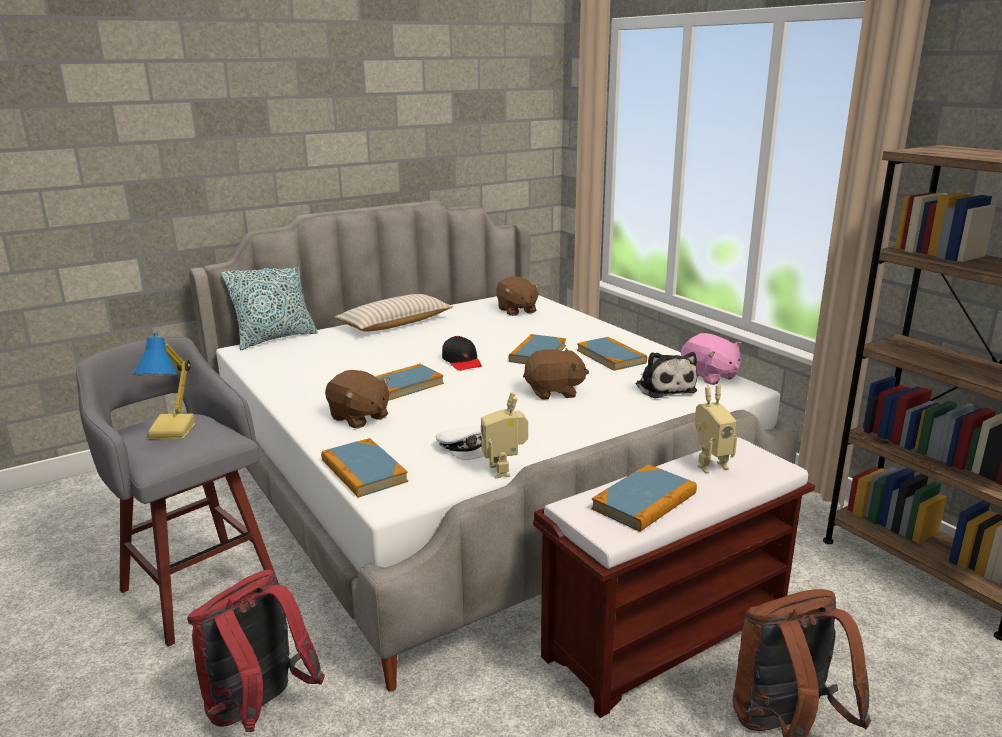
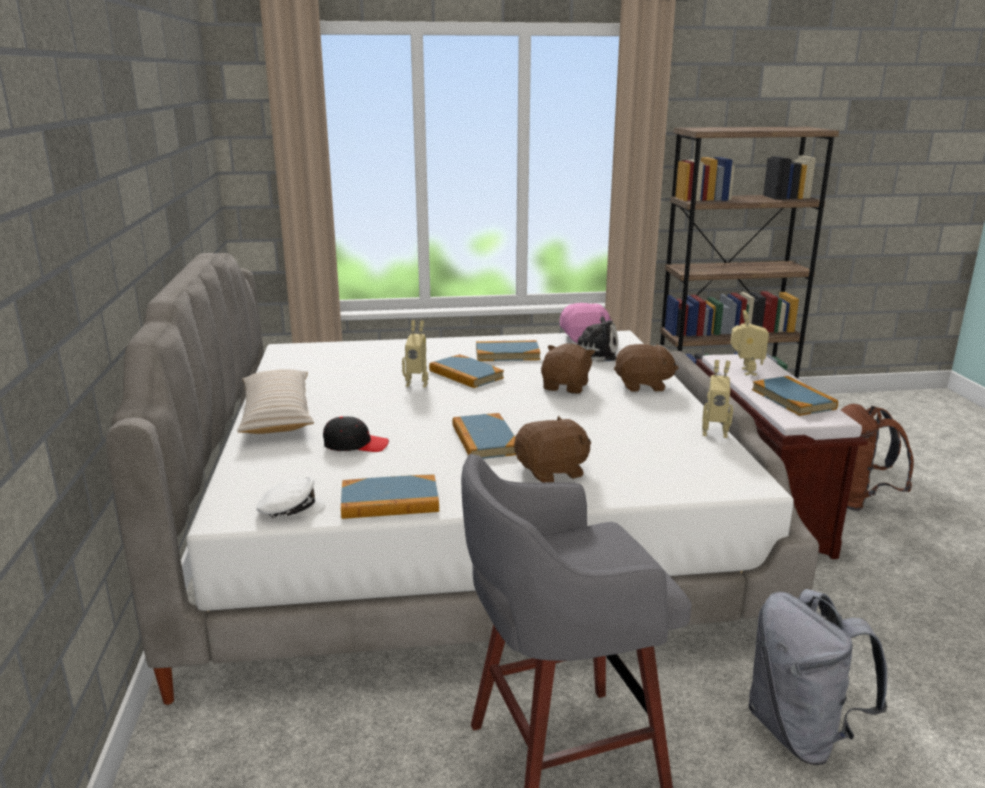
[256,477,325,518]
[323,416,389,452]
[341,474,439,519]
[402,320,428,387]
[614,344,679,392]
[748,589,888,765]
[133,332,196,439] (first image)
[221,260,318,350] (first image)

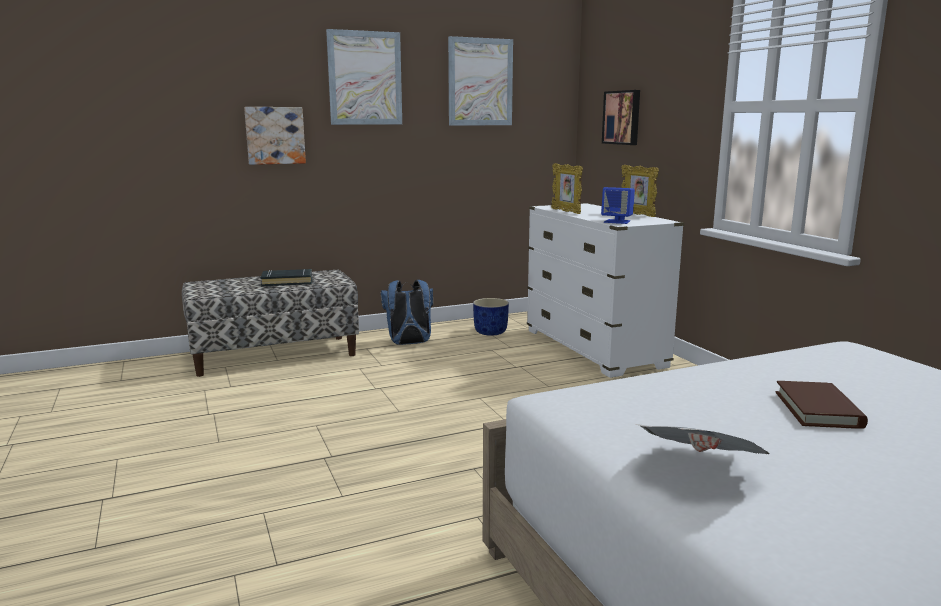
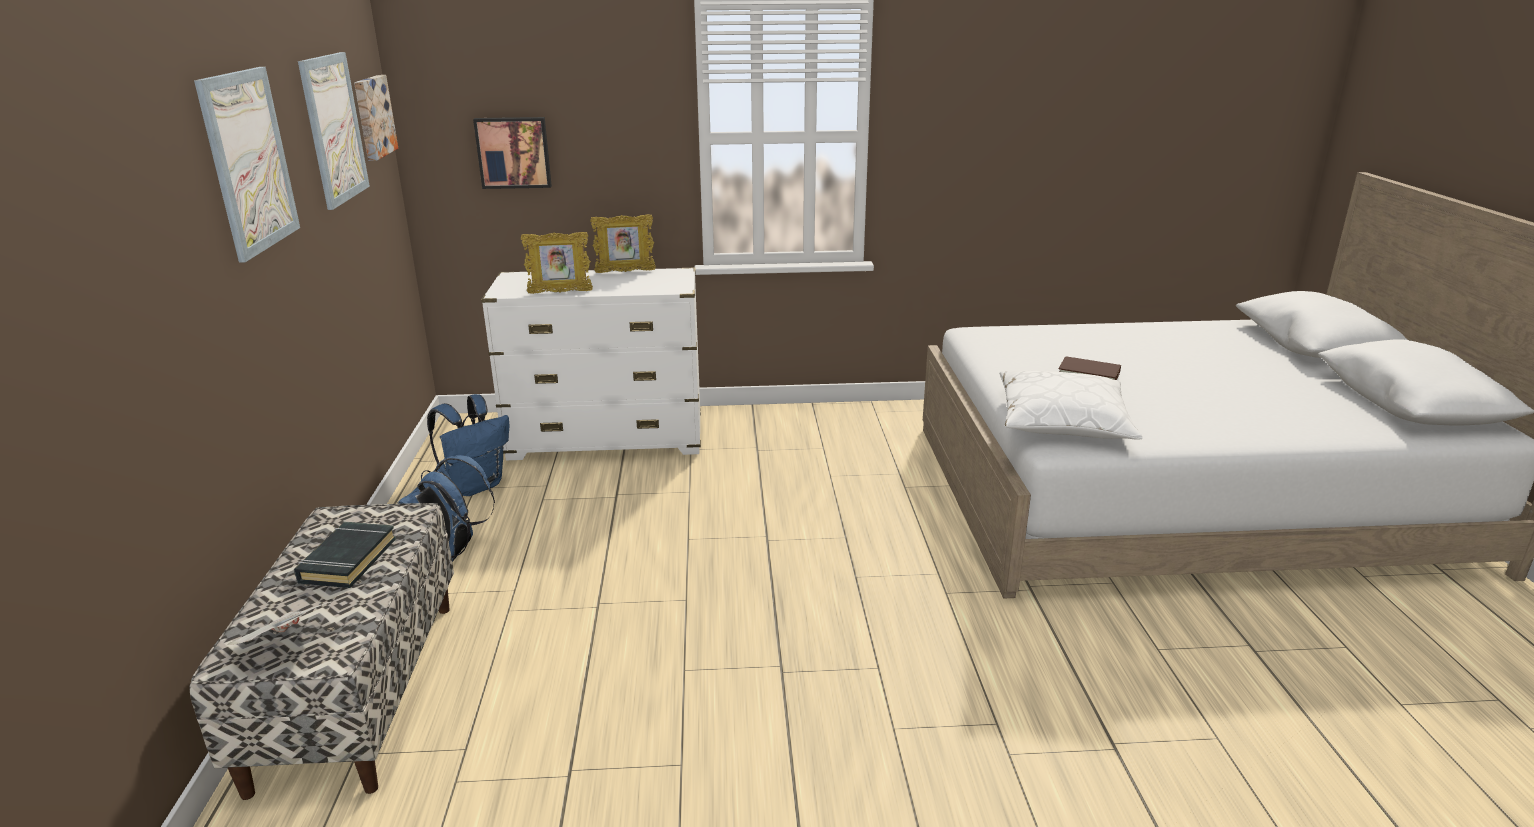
[227,601,333,645]
[354,75,398,161]
[427,394,509,496]
[1000,371,1142,440]
[601,187,635,224] (first image)

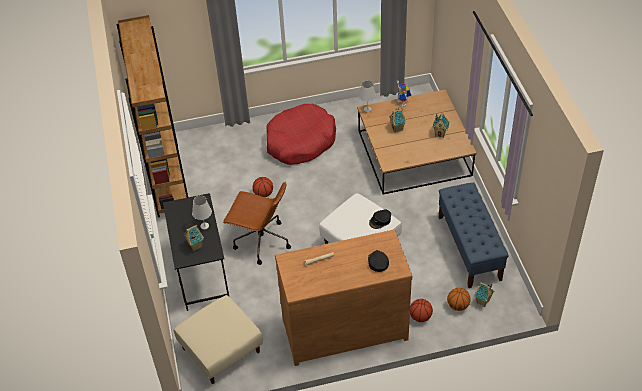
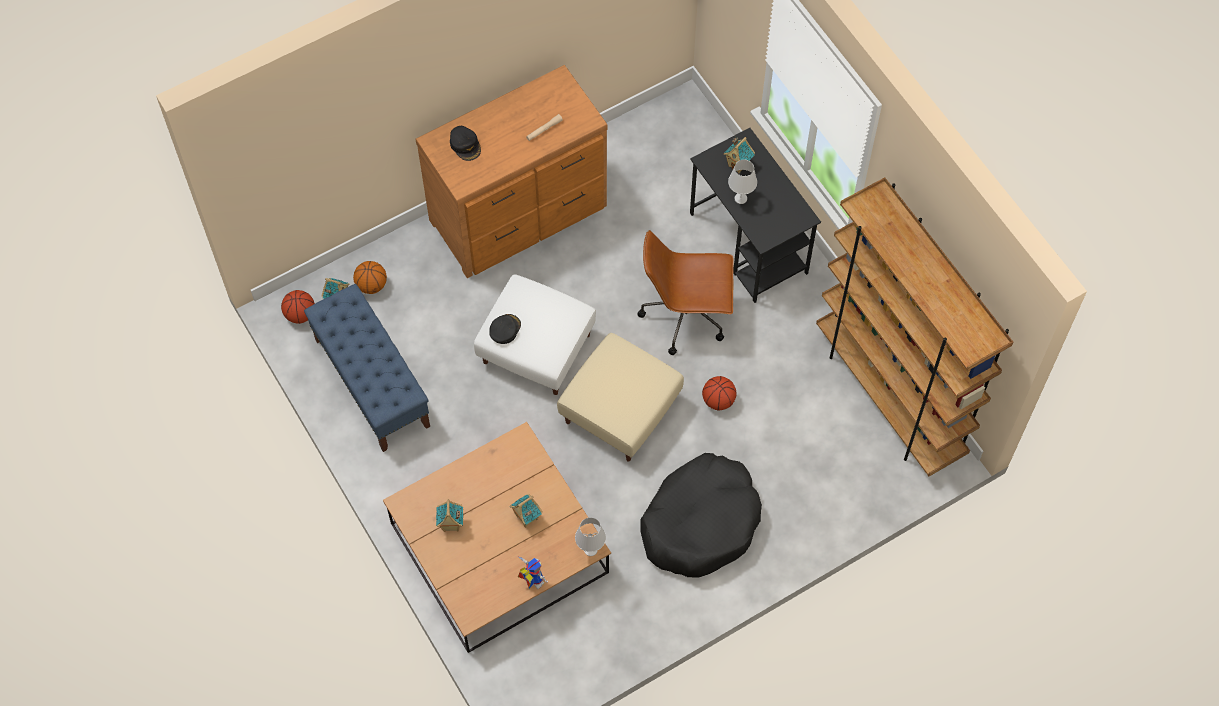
[281,290,315,324]
[557,333,684,462]
[640,453,762,578]

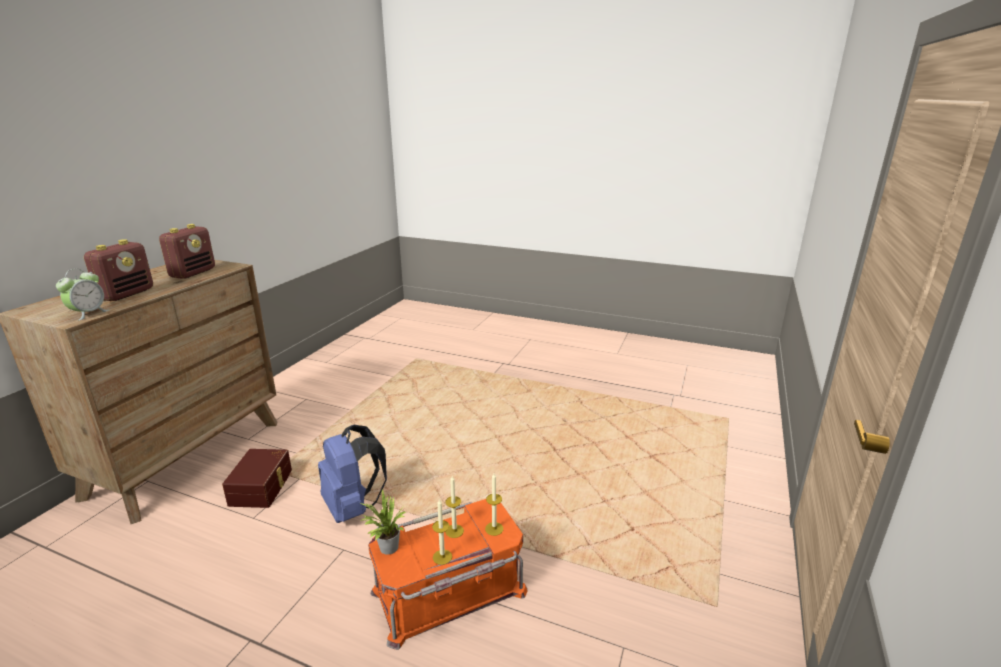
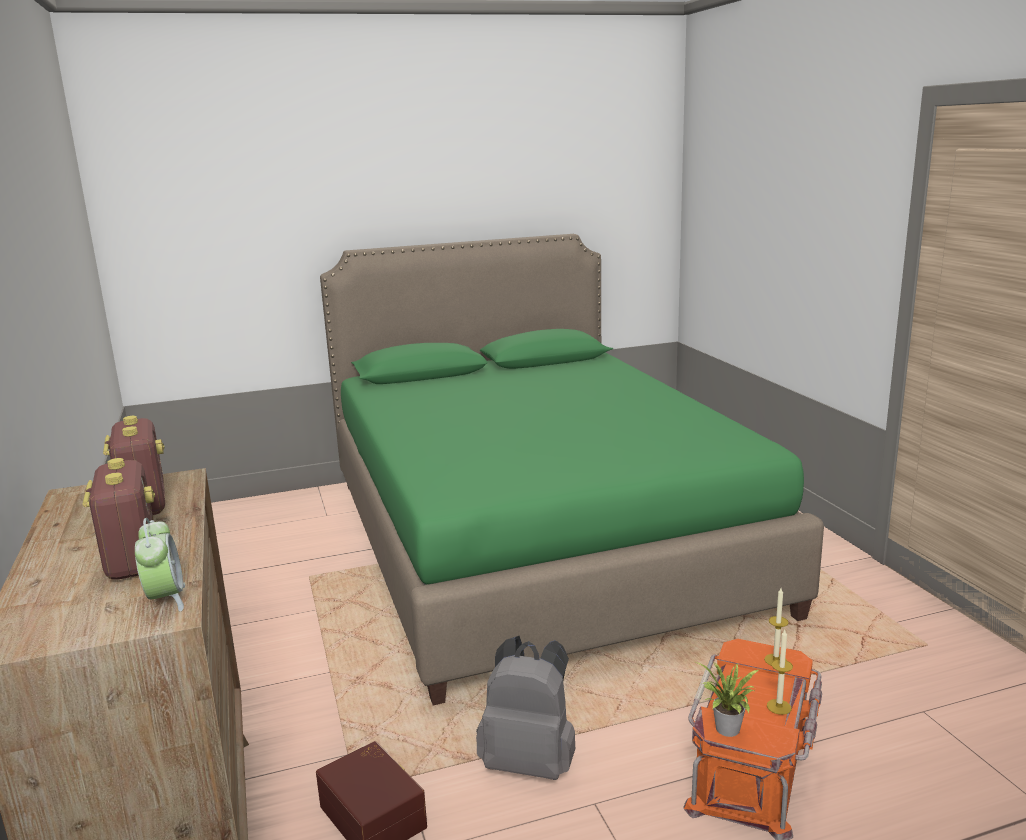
[320,234,824,705]
[476,636,575,780]
[445,476,464,538] (first image)

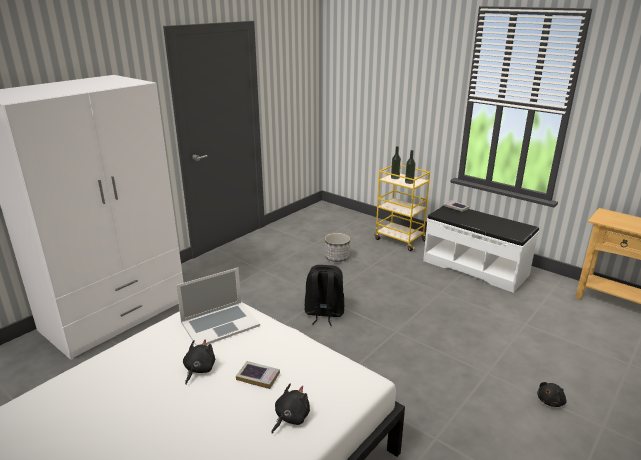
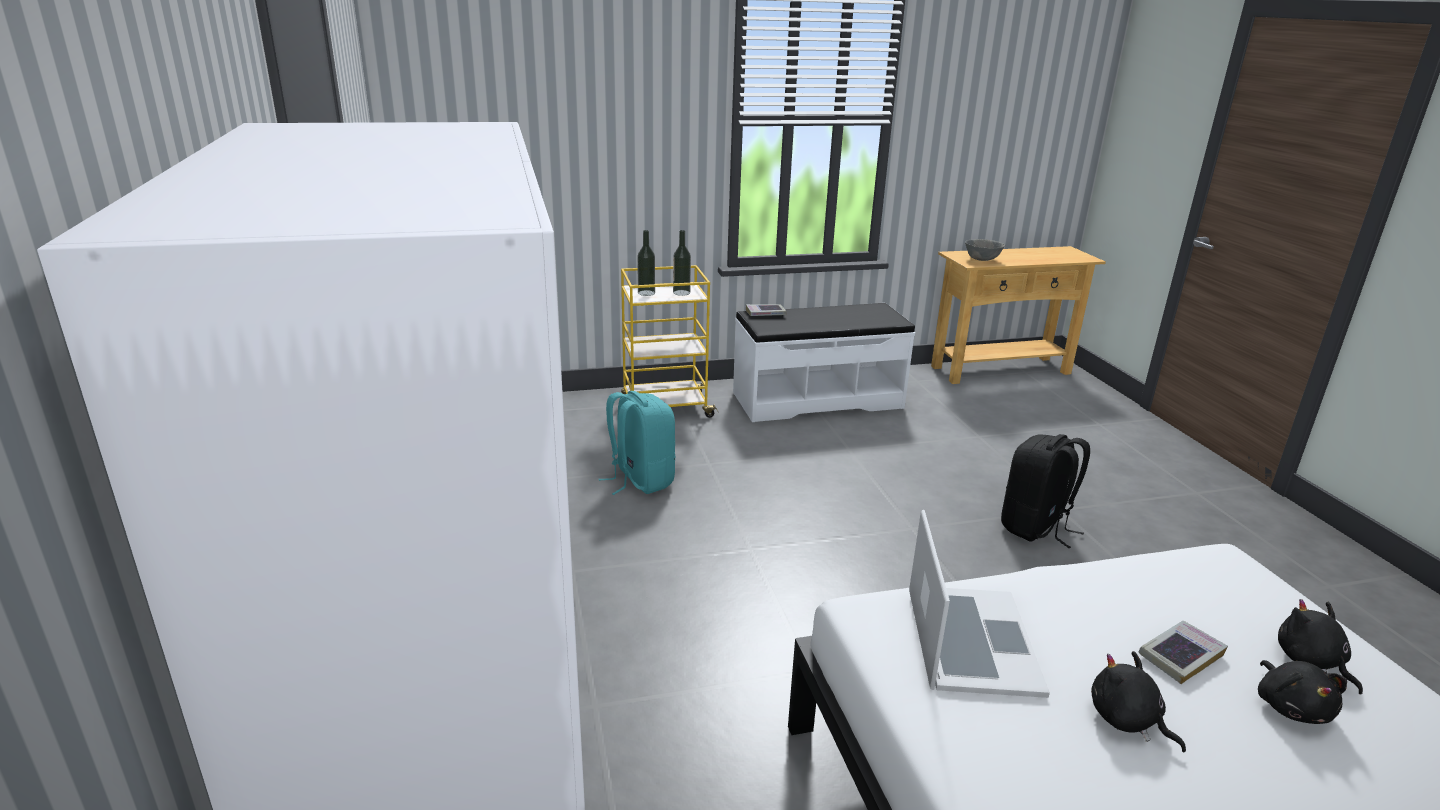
[599,391,675,495]
[965,239,1005,261]
[1001,434,1090,548]
[1258,660,1347,724]

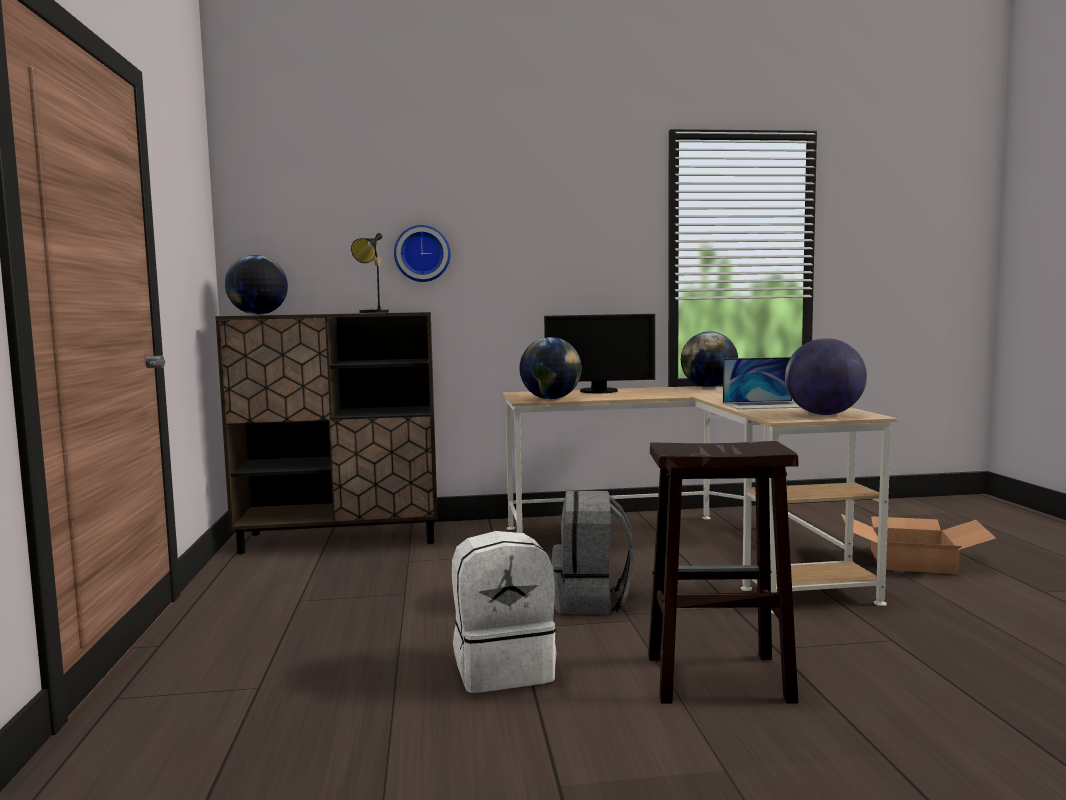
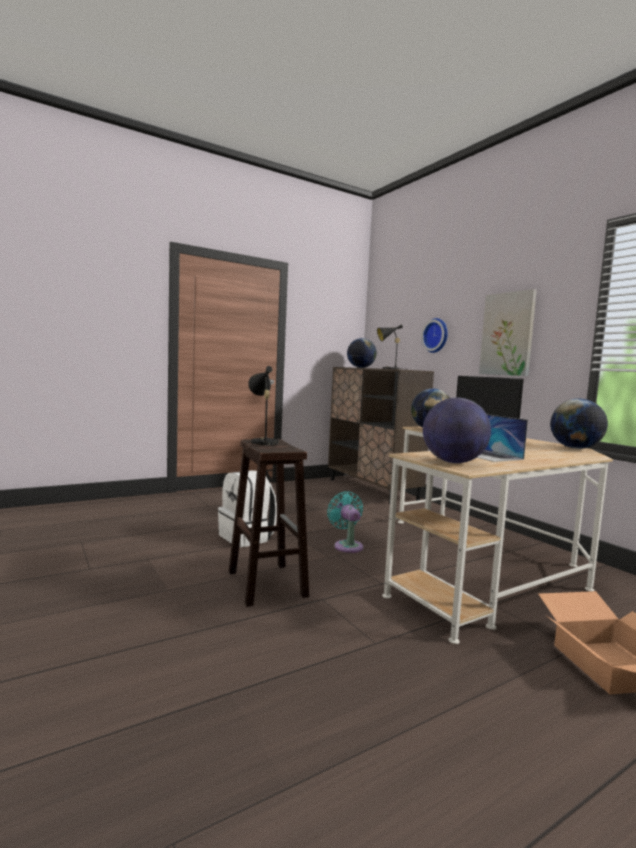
[248,366,279,447]
[327,491,363,553]
[479,289,537,376]

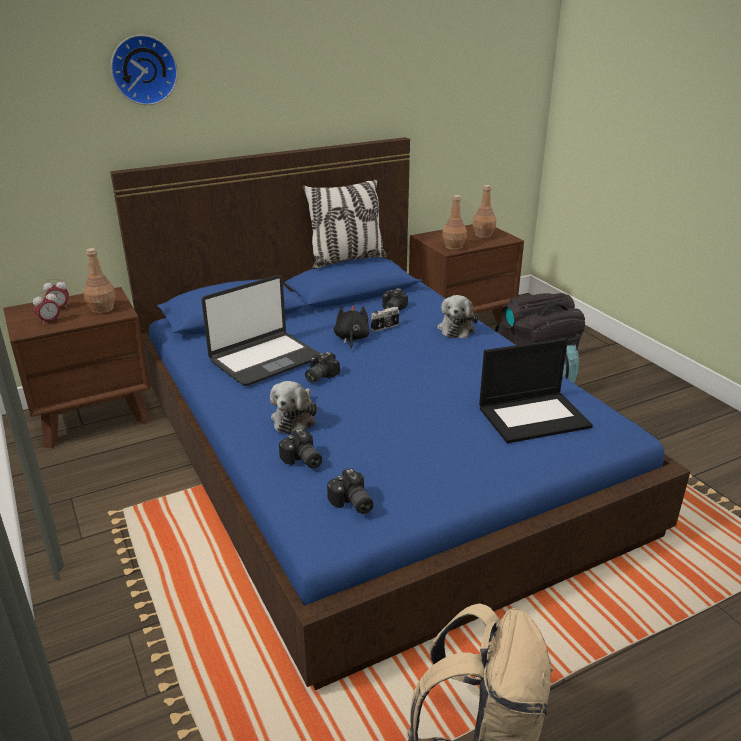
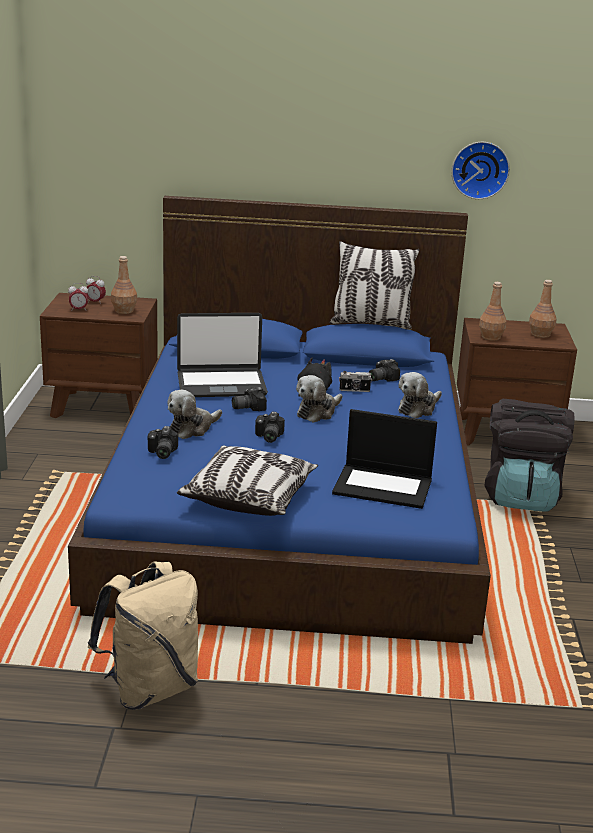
[177,445,318,516]
[255,412,285,443]
[296,375,342,422]
[451,142,510,199]

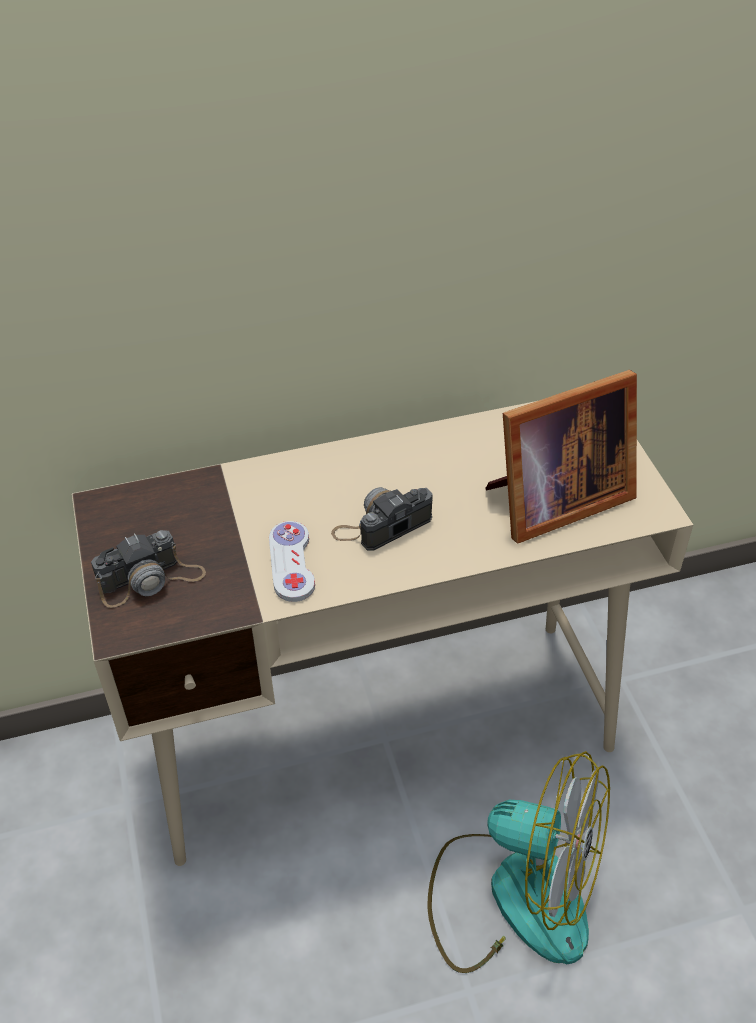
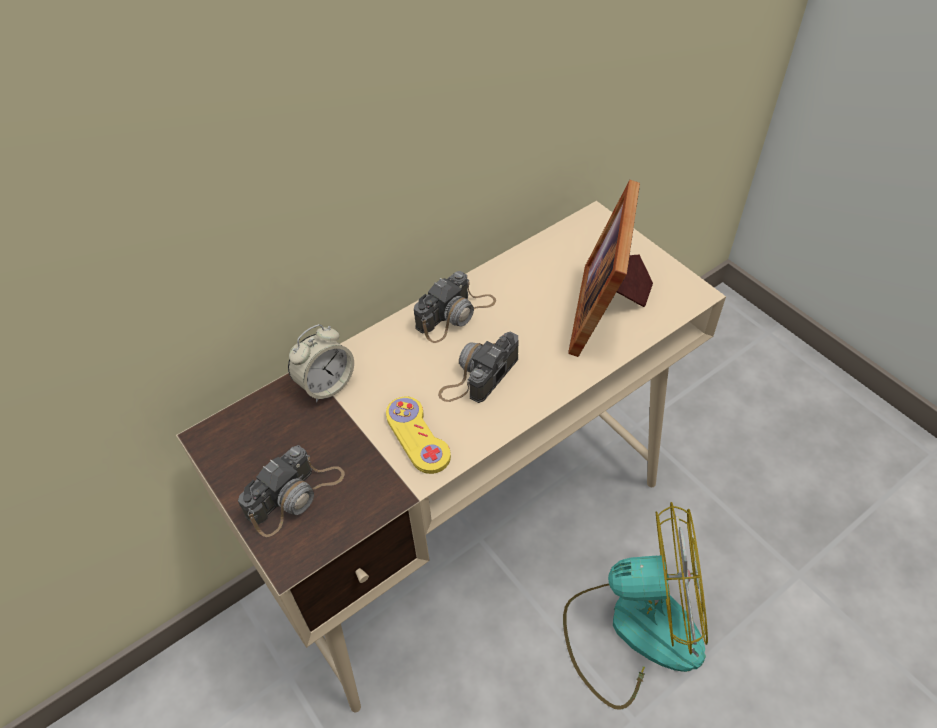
[288,324,354,403]
[386,397,451,474]
[414,271,496,343]
[568,180,653,357]

